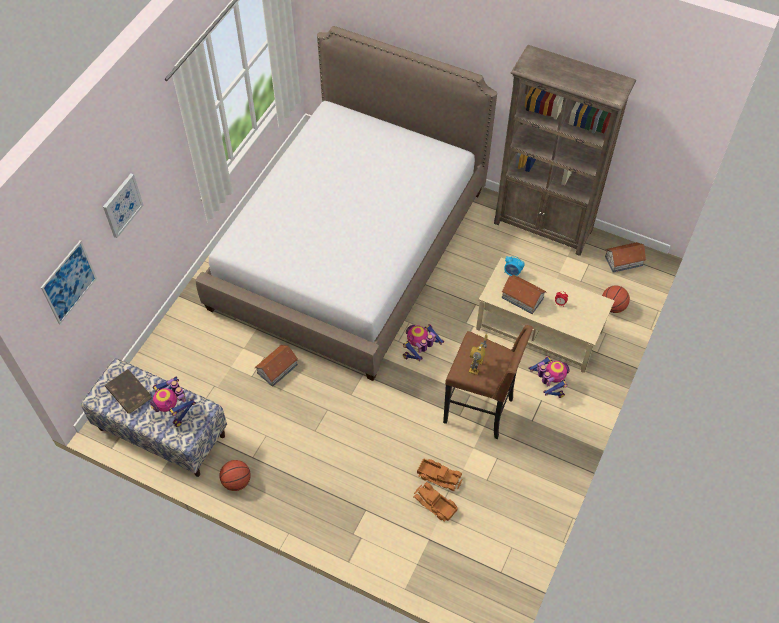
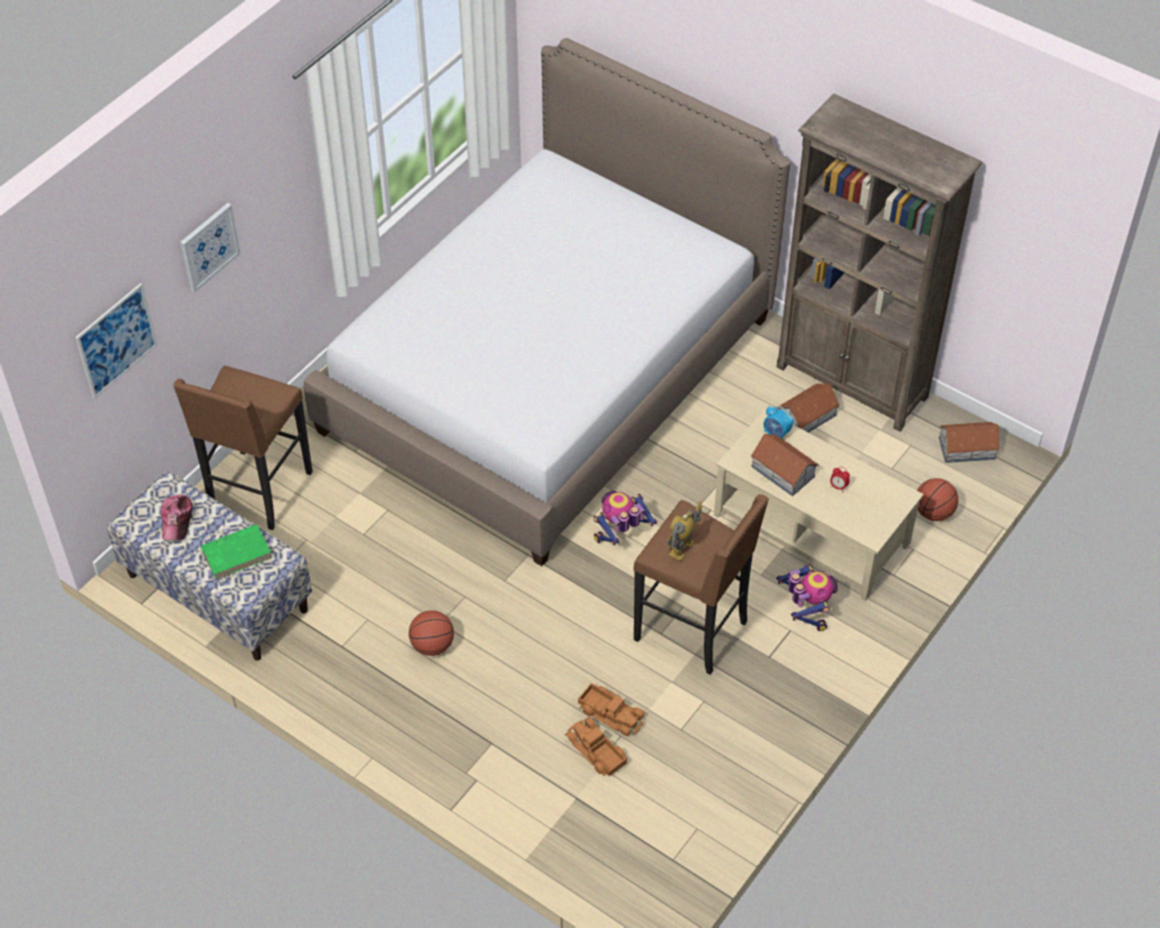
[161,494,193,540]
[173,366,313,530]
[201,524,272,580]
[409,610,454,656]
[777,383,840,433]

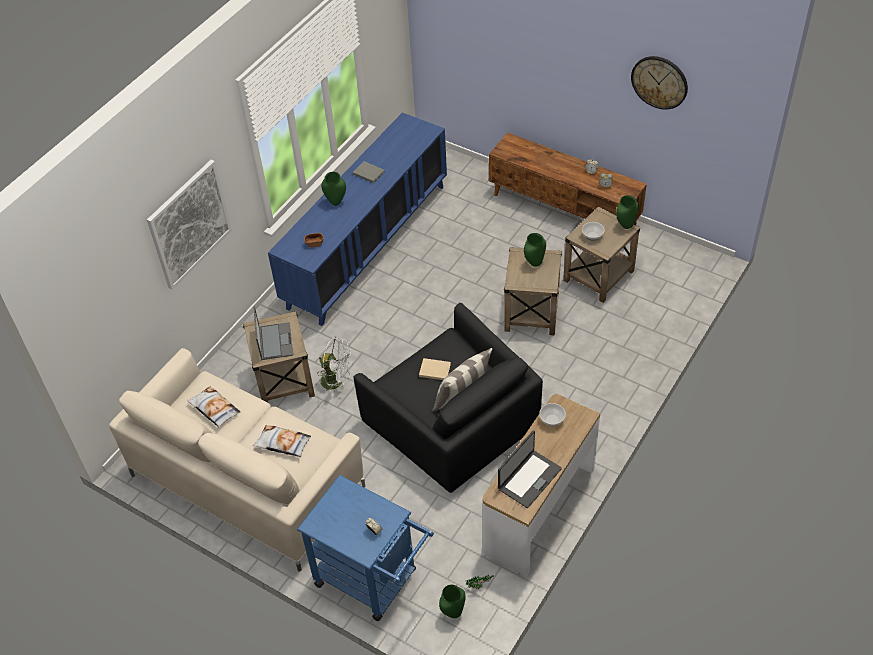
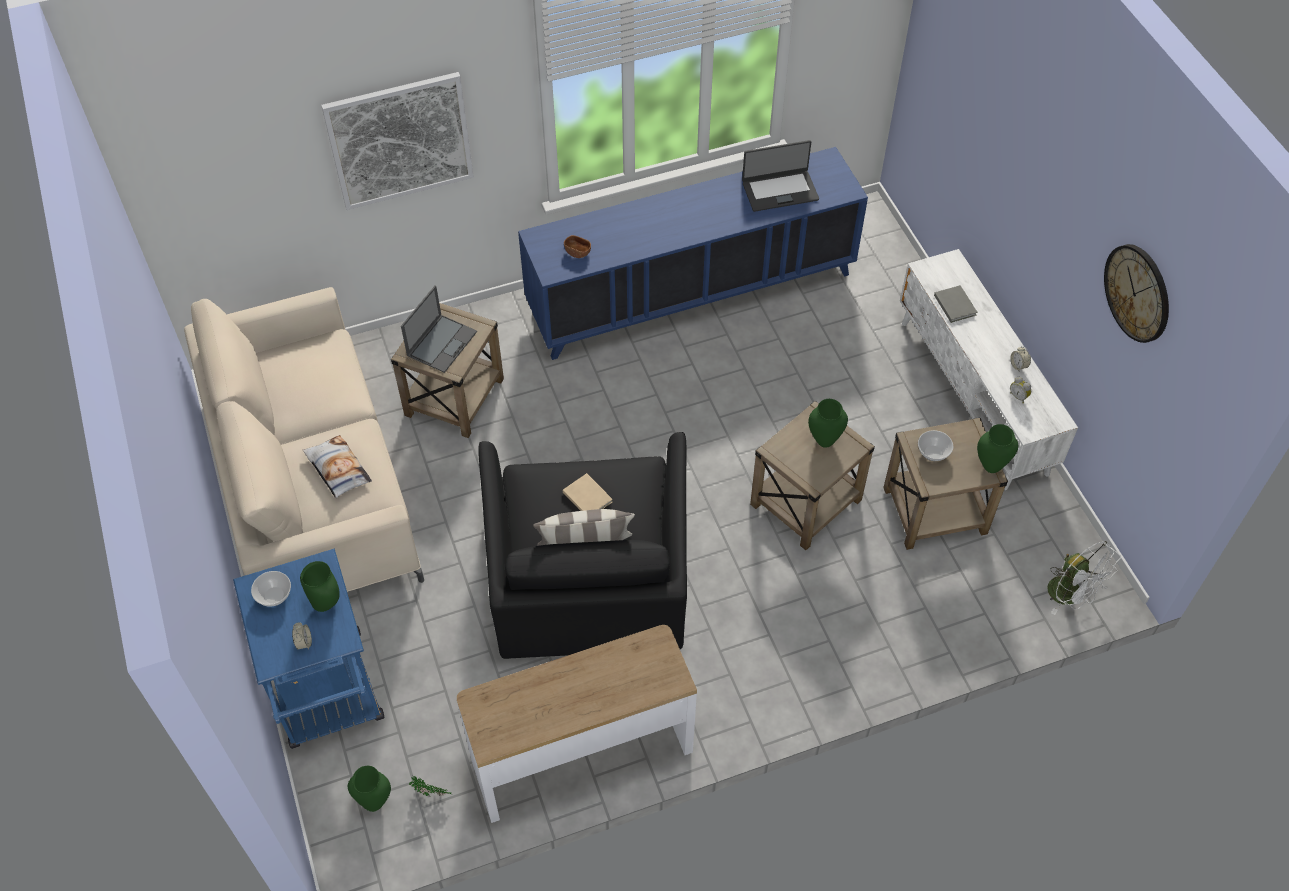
[251,571,291,607]
[300,561,340,612]
[742,140,819,212]
[900,249,1078,490]
[934,285,978,323]
[1048,541,1121,615]
[187,387,240,427] (first image)

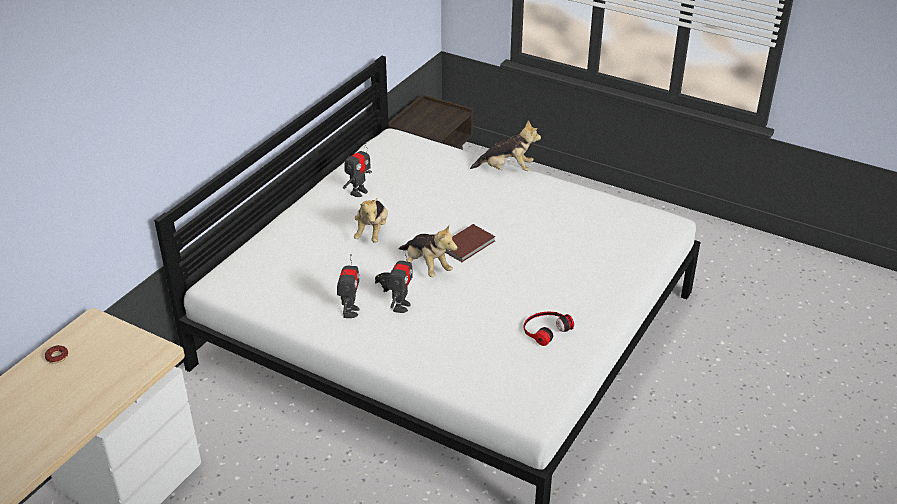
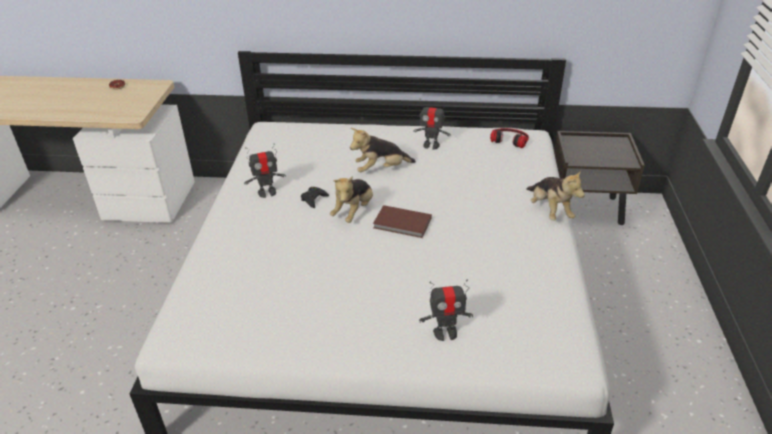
[419,280,473,341]
[490,128,529,148]

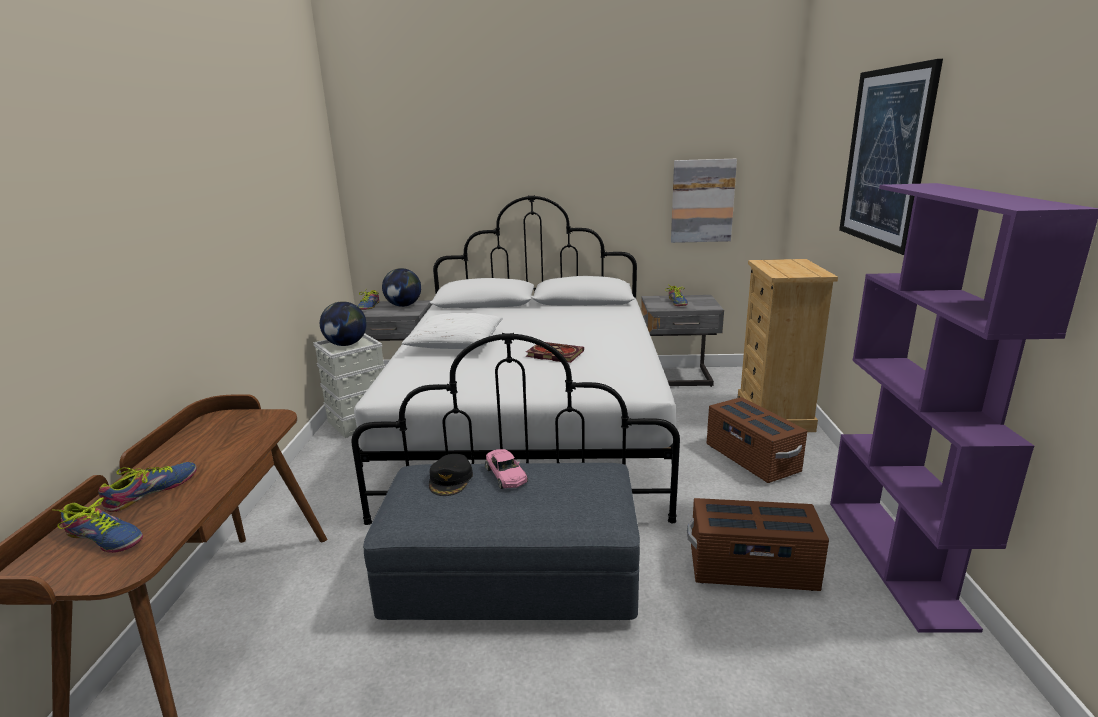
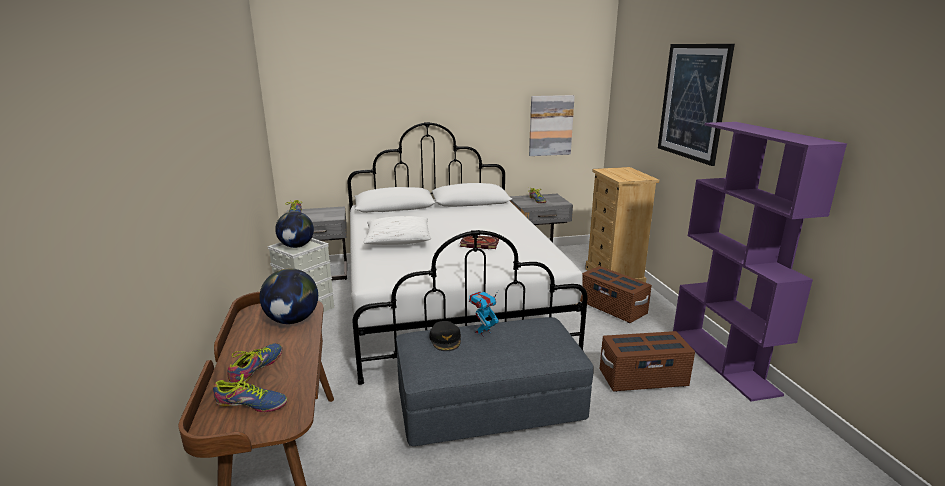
[260,268,318,324]
[469,291,499,337]

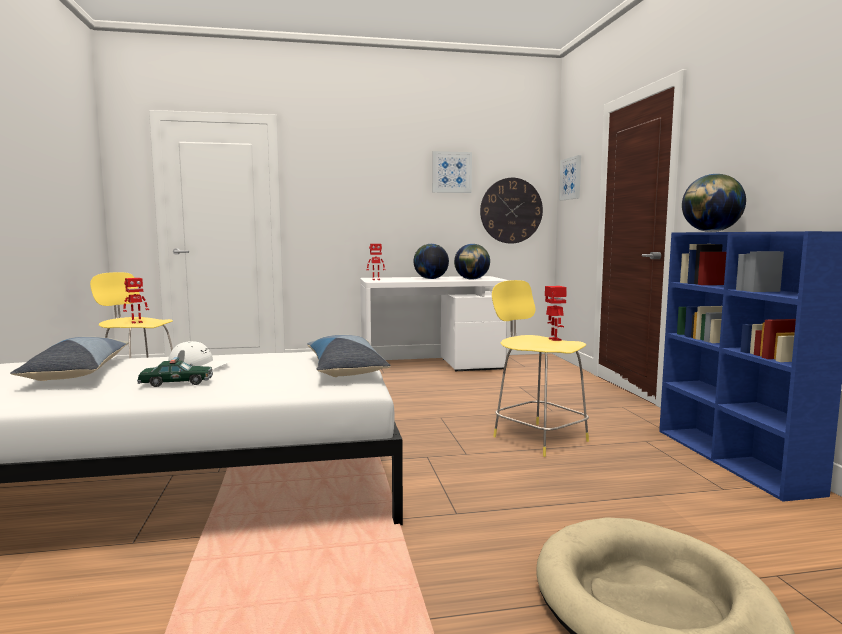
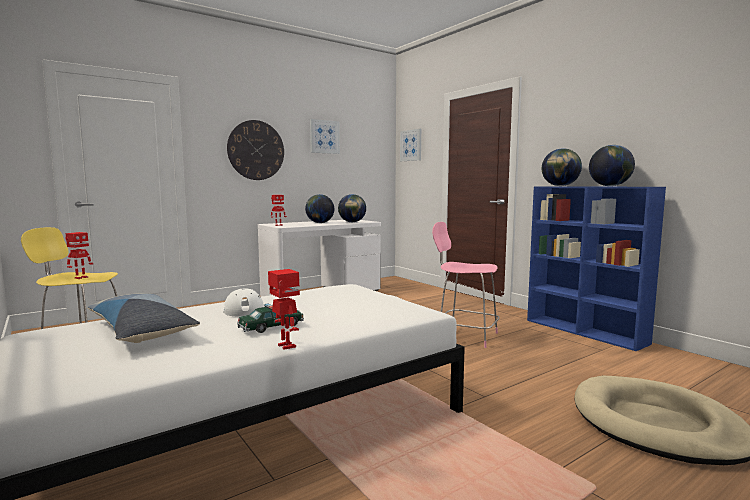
[227,120,284,180]
[268,269,300,350]
[432,222,500,348]
[589,145,635,186]
[307,335,390,377] (first image)

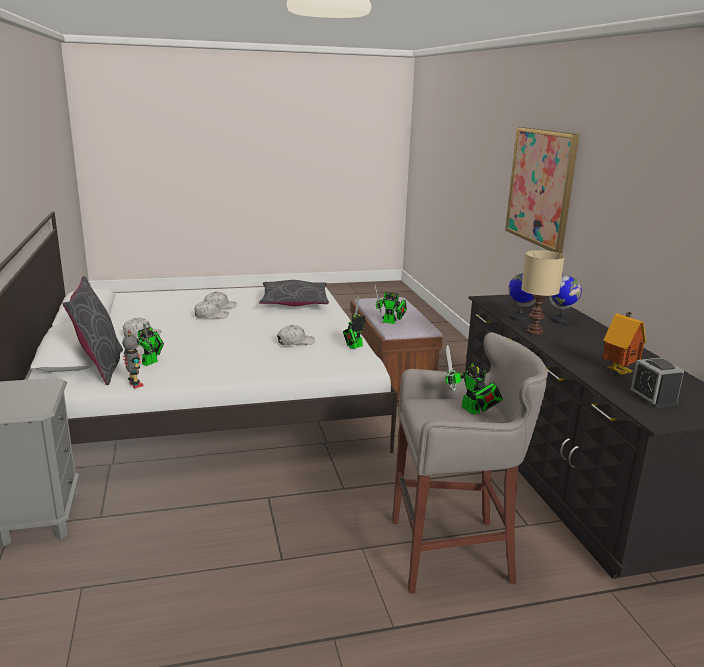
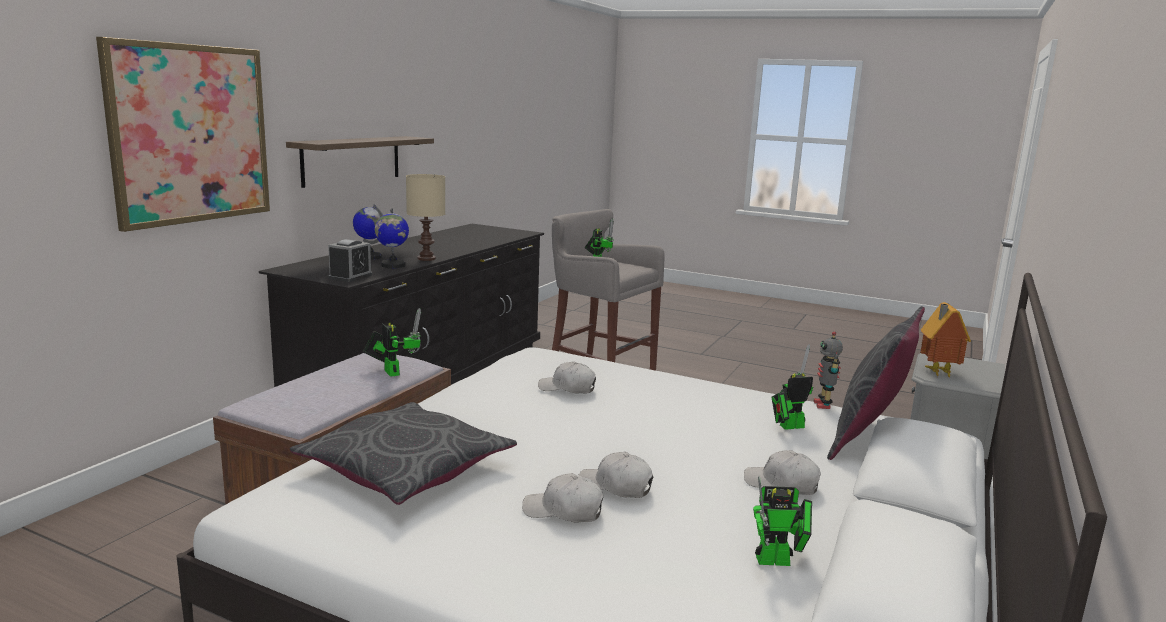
[286,136,434,188]
[328,239,372,282]
[753,476,812,566]
[920,302,971,378]

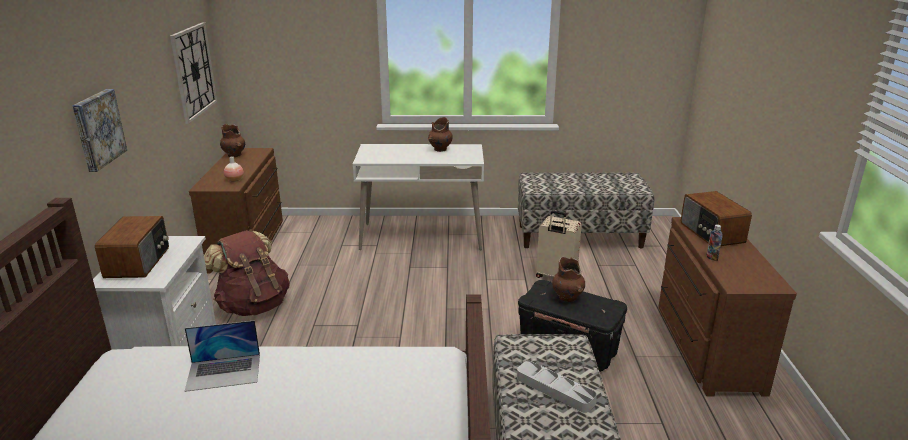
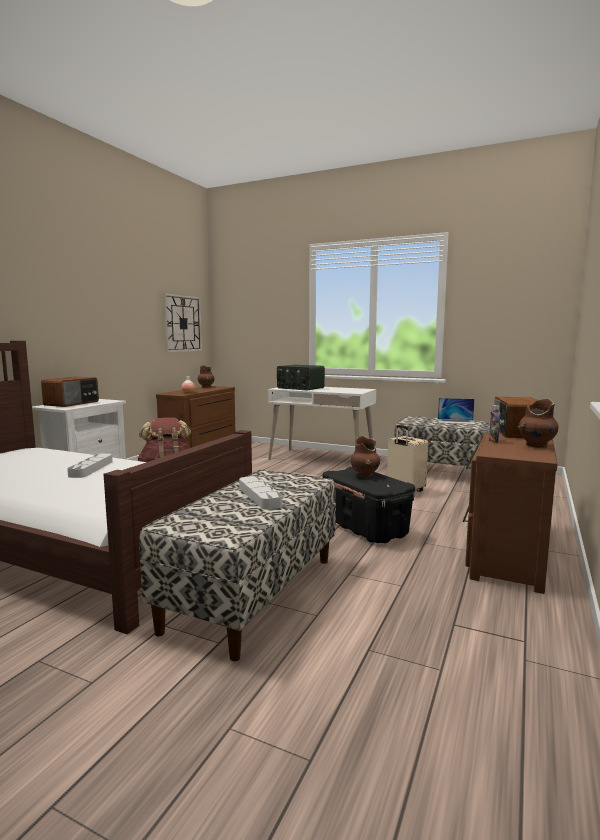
[67,453,113,478]
[277,365,325,391]
[438,398,475,424]
[518,399,559,448]
[72,89,127,172] (first image)

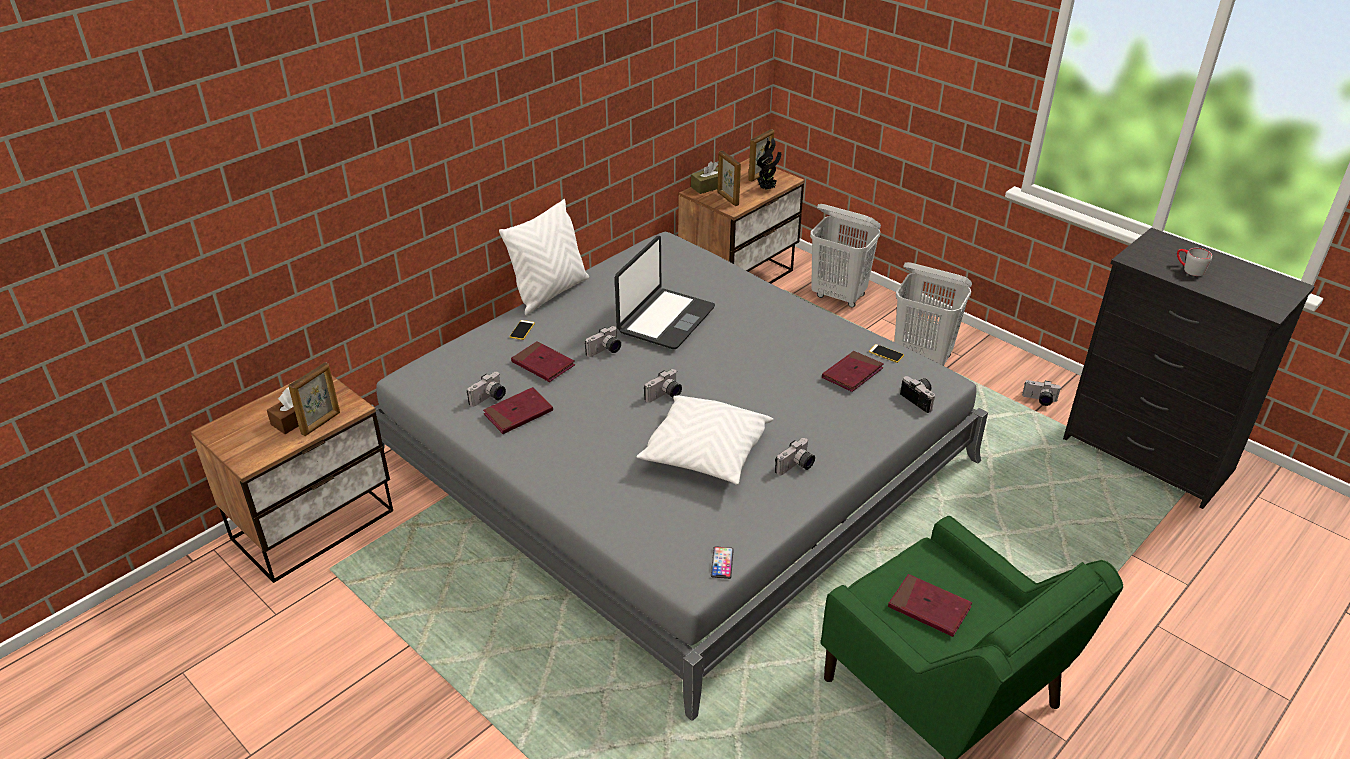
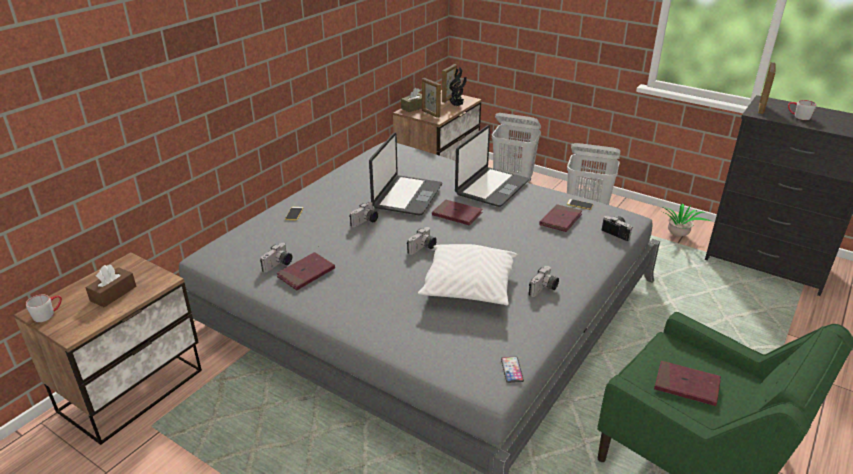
[26,295,62,322]
[432,200,483,225]
[455,125,529,207]
[663,203,711,237]
[758,62,776,114]
[499,199,589,315] (first image)

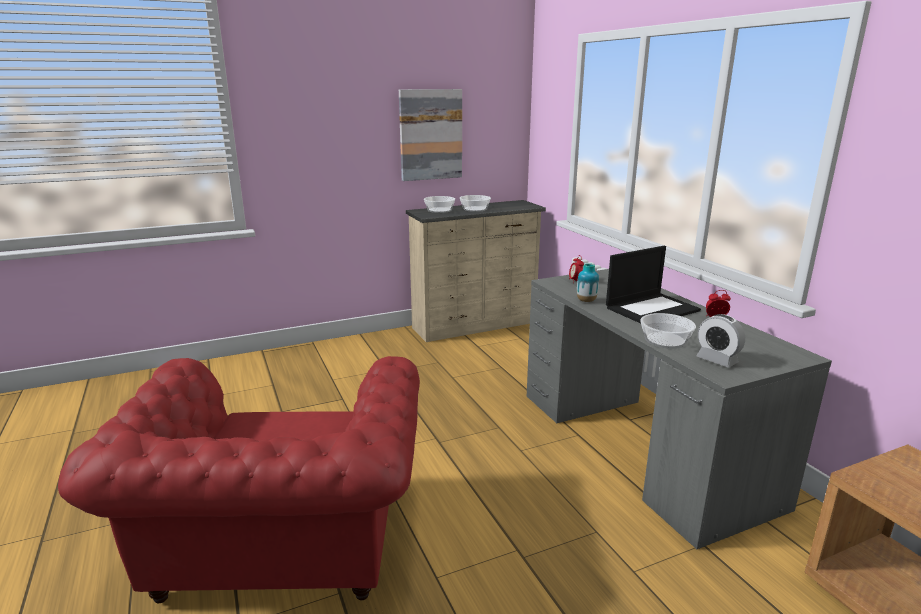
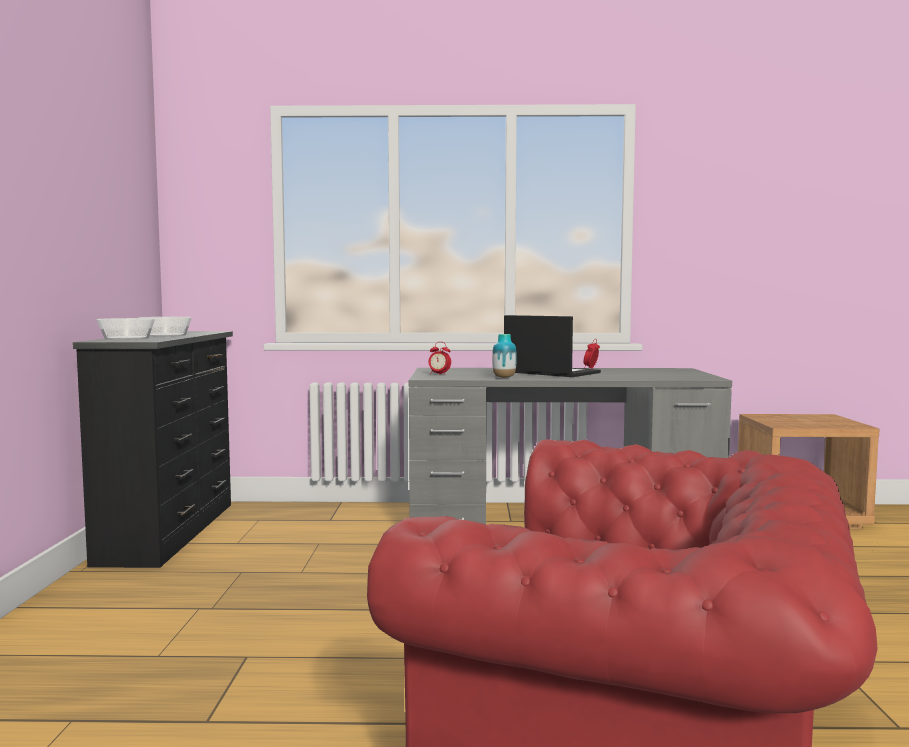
[73,331,233,568]
[504,315,601,377]
[399,89,462,181] (first image)
[640,313,696,349] (first image)
[696,314,745,368] (first image)

